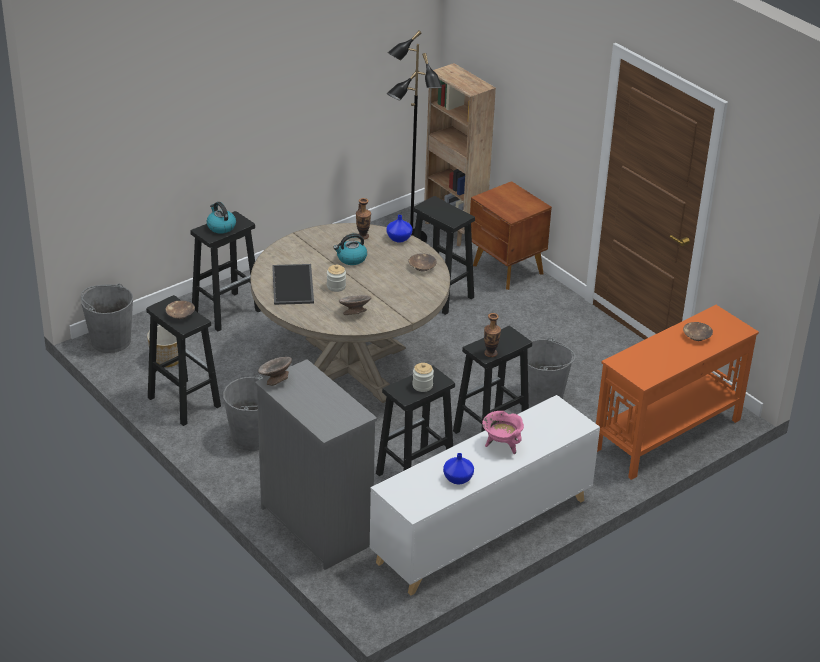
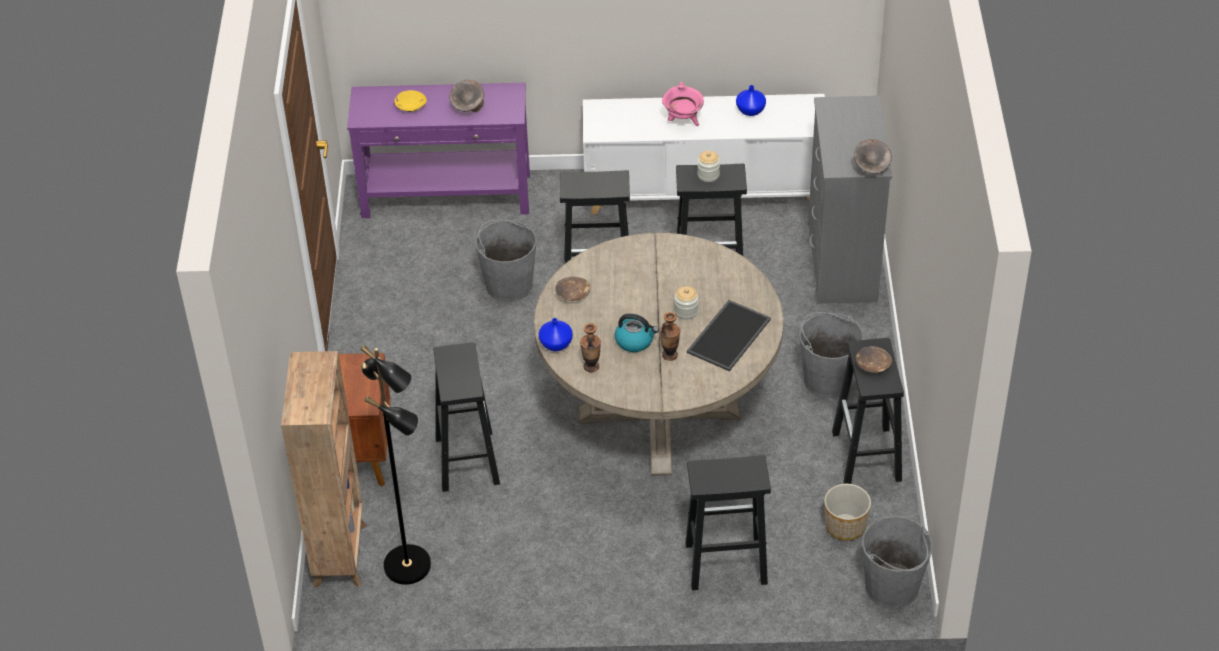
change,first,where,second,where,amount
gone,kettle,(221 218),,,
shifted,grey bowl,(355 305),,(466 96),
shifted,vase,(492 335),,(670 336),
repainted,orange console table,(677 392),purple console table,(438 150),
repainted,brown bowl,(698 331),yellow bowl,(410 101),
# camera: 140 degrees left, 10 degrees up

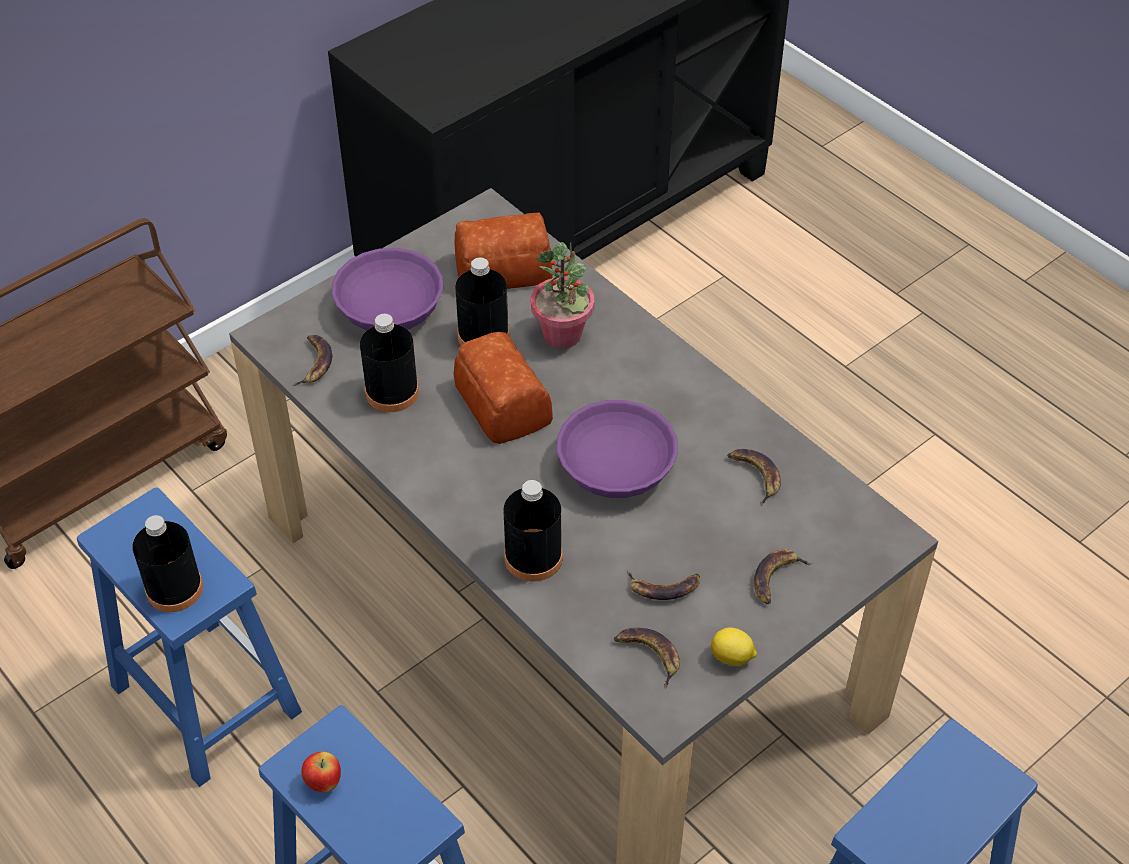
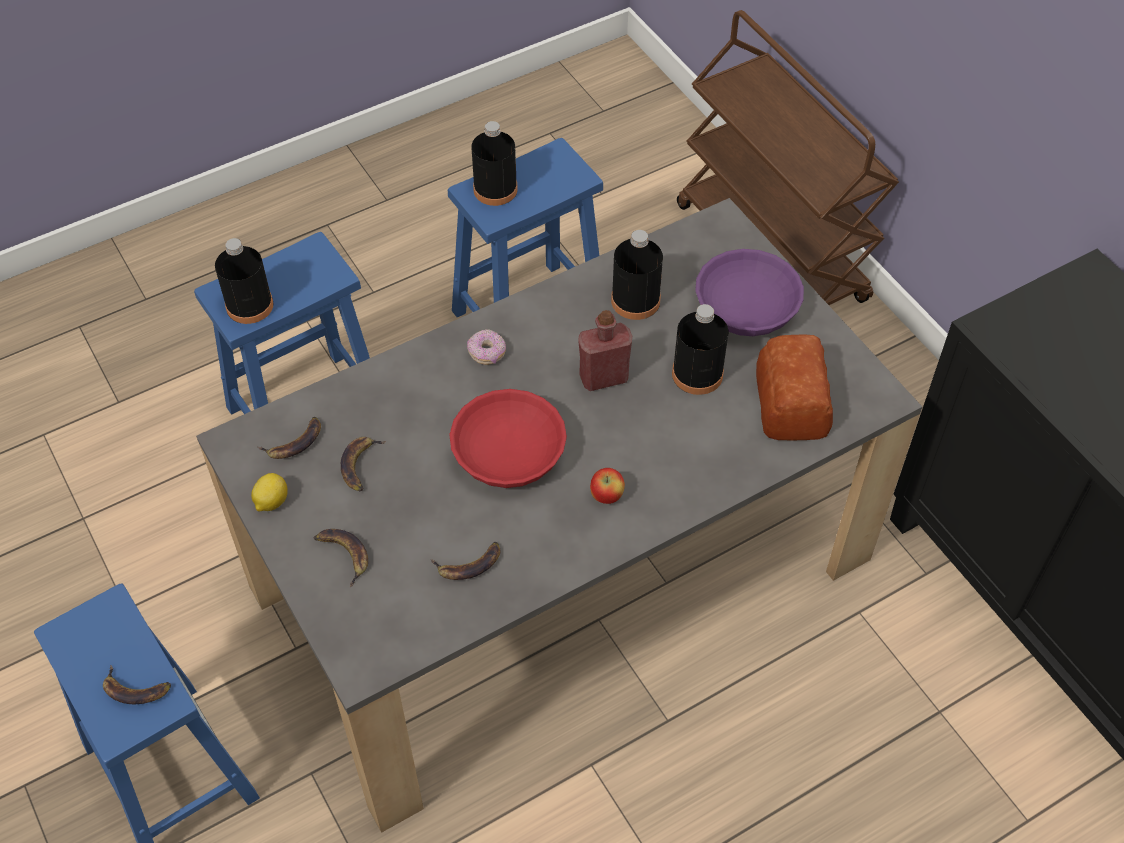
change,first,where,second,where,amount
shifted,banana,(312 360),,(137 684),
shifted,apple,(321 771),,(607 486),
swapped,bread,(503 388),red bottle,(605 350),
shifted,black bottle,(533 530),,(244 281),
gone,potted plant,(562 295),,,
repainted,purple bowl,(617 449),red bowl,(508 438),
new,,,donut,(486 347),
# camera: 100 degrees right, 5 degrees up

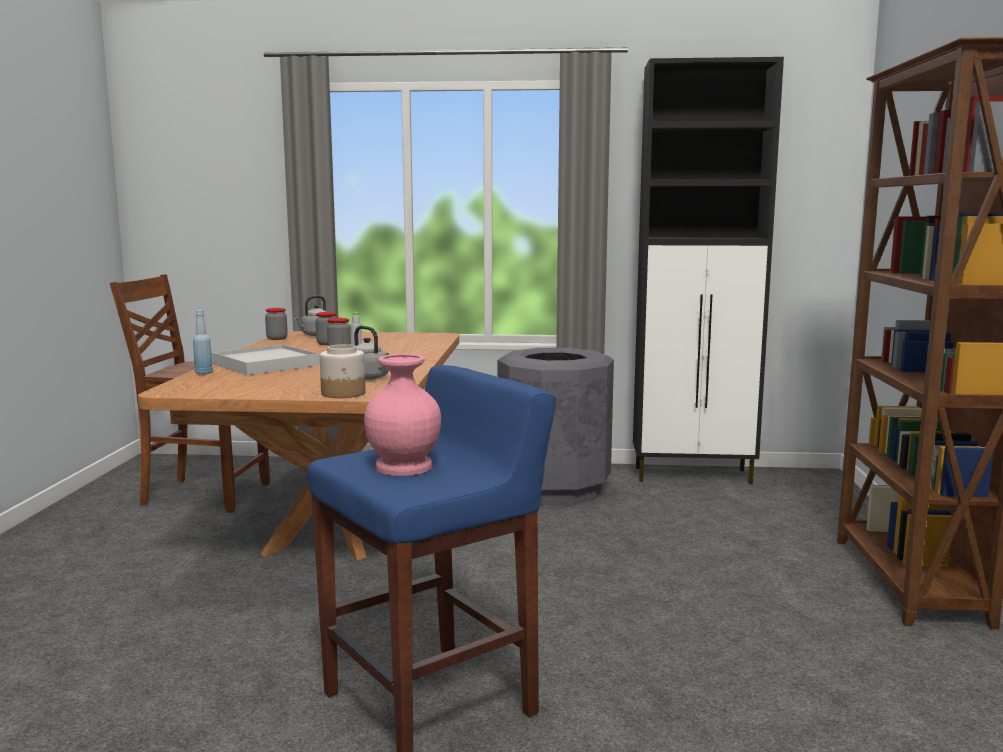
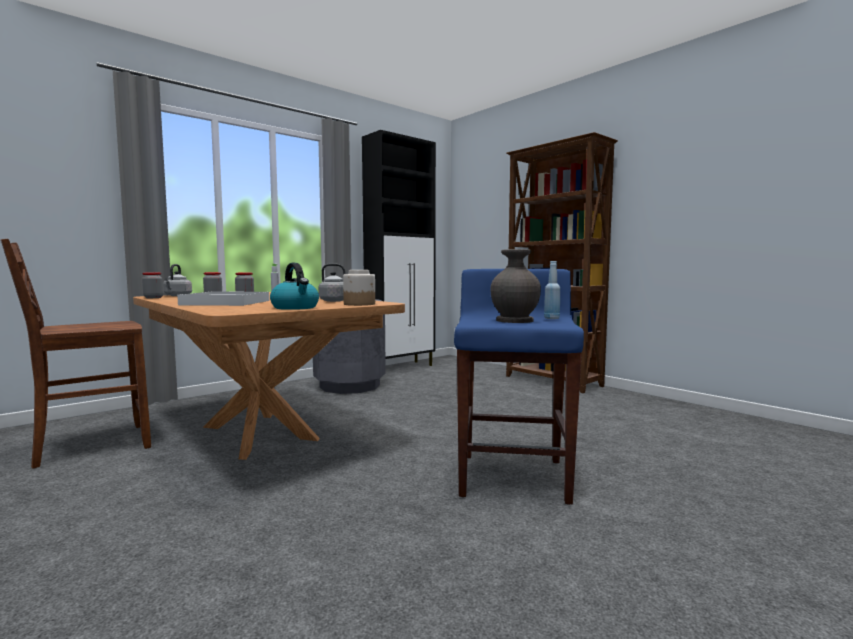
change,first,where,second,where,amount
shifted,blue bottle,(203 342),,(552 290),
repainted,pink vase,(402 415),grey vase,(515 286),
new,,,kettle,(294 286),
# camera: 45 degrees left, 5 degrees down

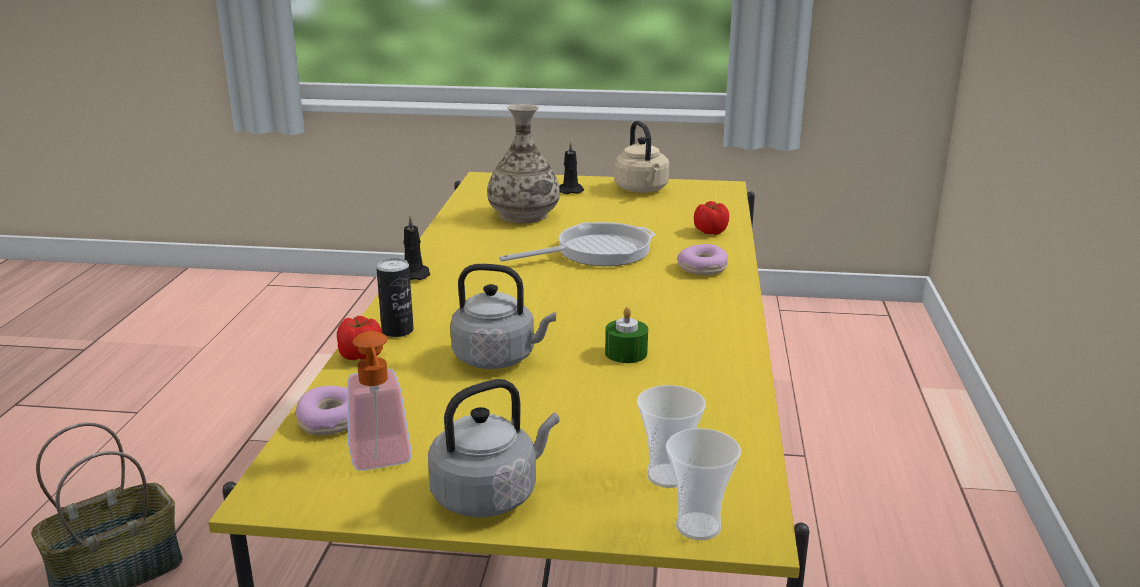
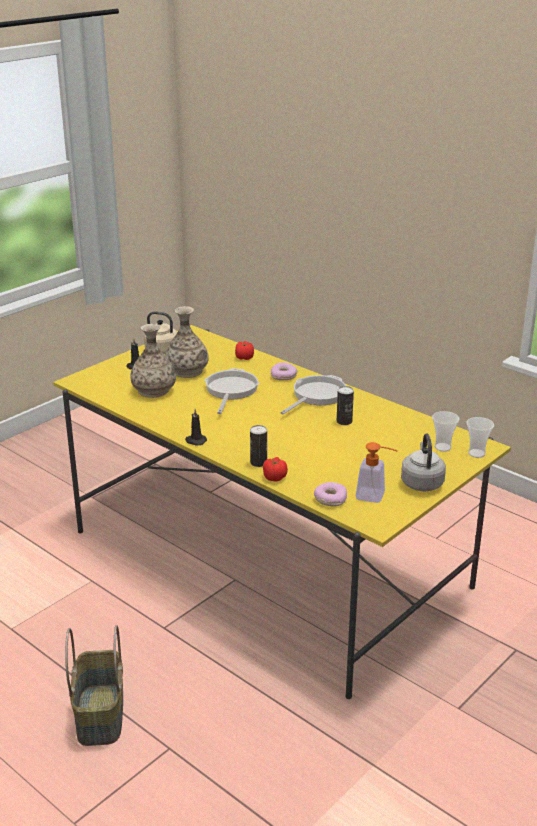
change,first,where,second,where,amount
gone,grey kettle,(503 316),,,
swapped,green candle,(626 335),can,(345 405),
new,,,vase,(187 342),
new,,,frying pan,(313 395),
# camera: 55 degrees left, 5 degrees up

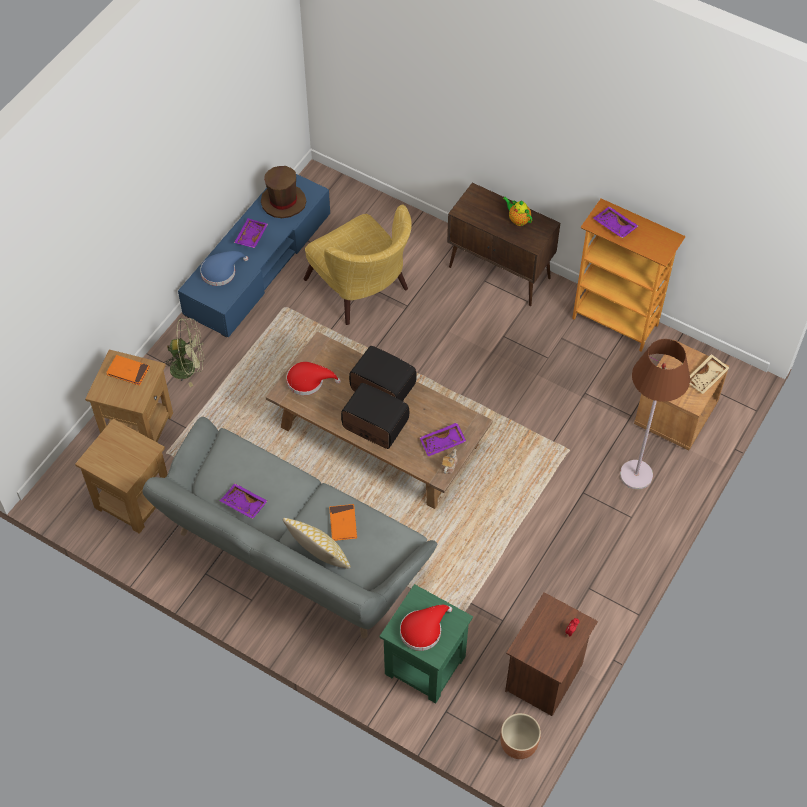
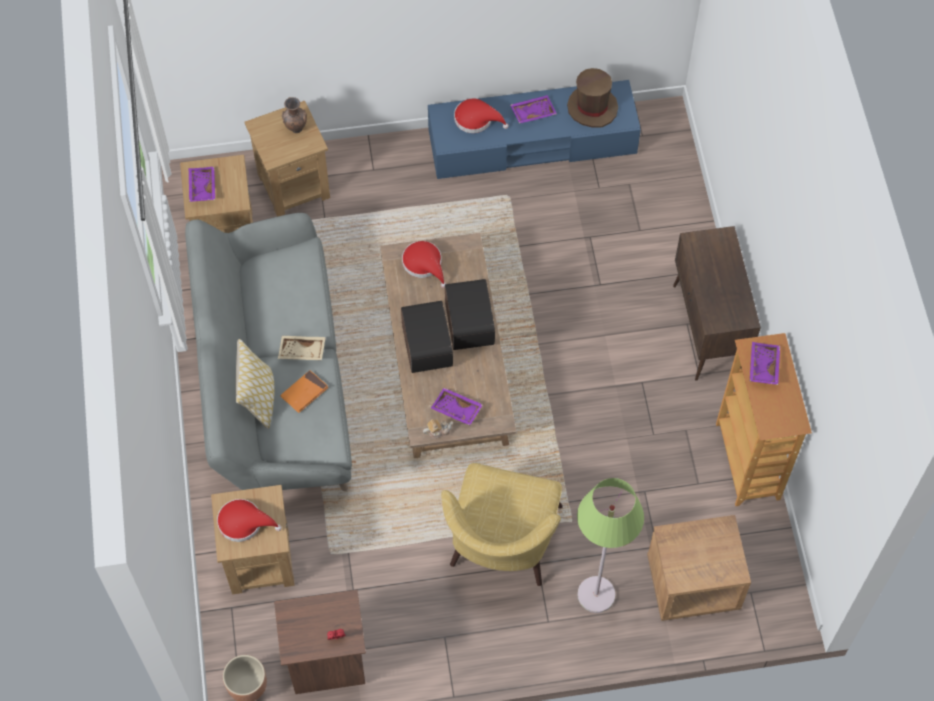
change,first,where,second,where,amount
swapped,orange book,(128 370),brown vase,(294 115),
gone,green fan,(184 352),,,
repainted,blue hat,(224 268),red hat,(481 115),
shifted,purple tray,(244 501),,(202 184),
shifted,yellow armchair,(358 264),,(502 524),
repainted,green side table,(426 643),brown side table,(253 539),
gone,teapot,(517 211),,,
repainted,brown floor lamp,(655 414),green floor lamp,(610 545),
shifted,beige tray,(709 374),,(302 348),
# camera: 50 degrees right, 5 degrees up

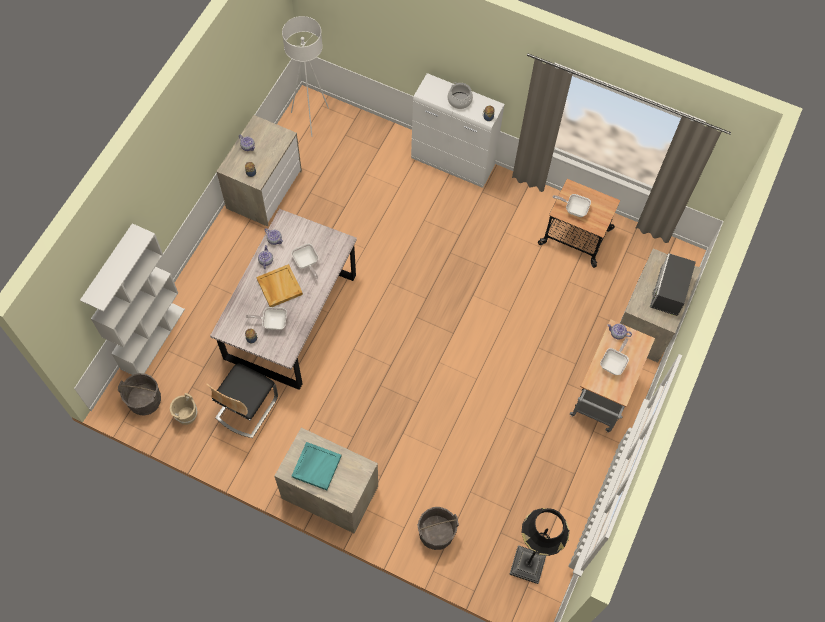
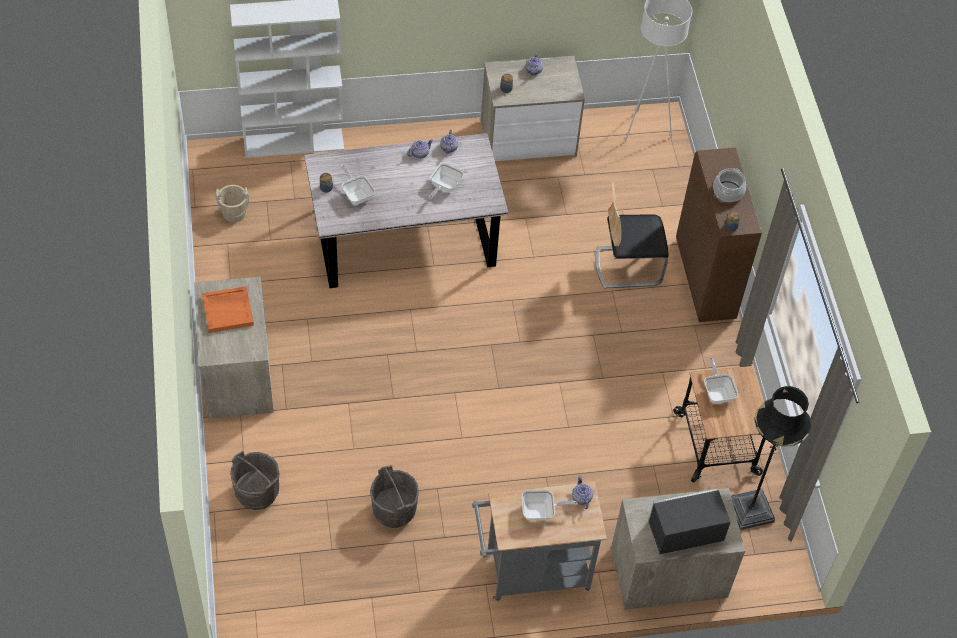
change,first,where,second,where,amount
shifted,grey bucket,(139 394),,(394 496),
shifted,chair,(242 400),,(631 235),
gone,beige tray,(279 285),,,
repainted,turquoise tray,(316 466),orange tray,(228 309),
repainted,white cabinet,(458 130),brown cabinet,(719 235),
shifted,black floor lamp,(539 546),,(771 458),
# camera: 55 degrees right, 10 degrees down

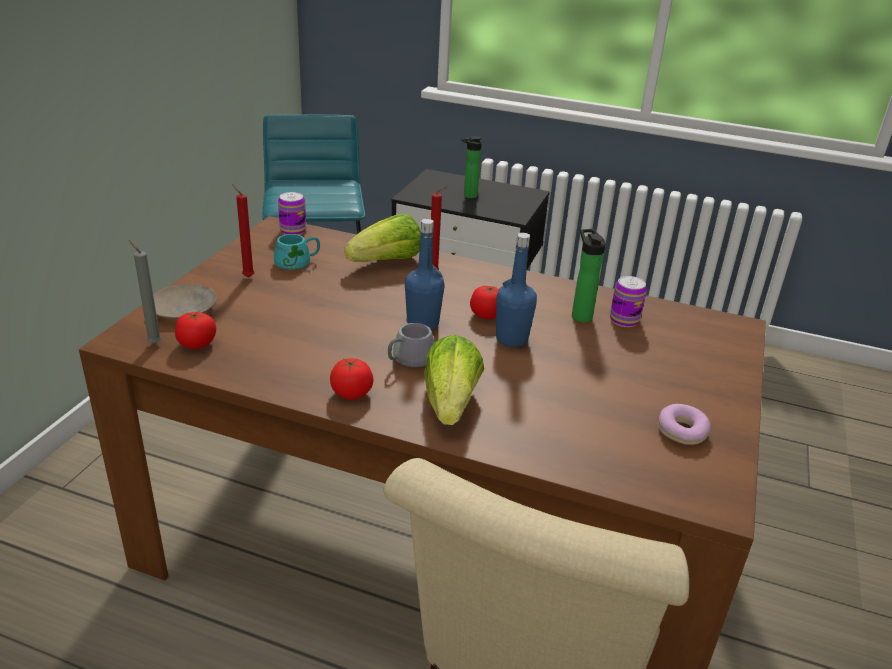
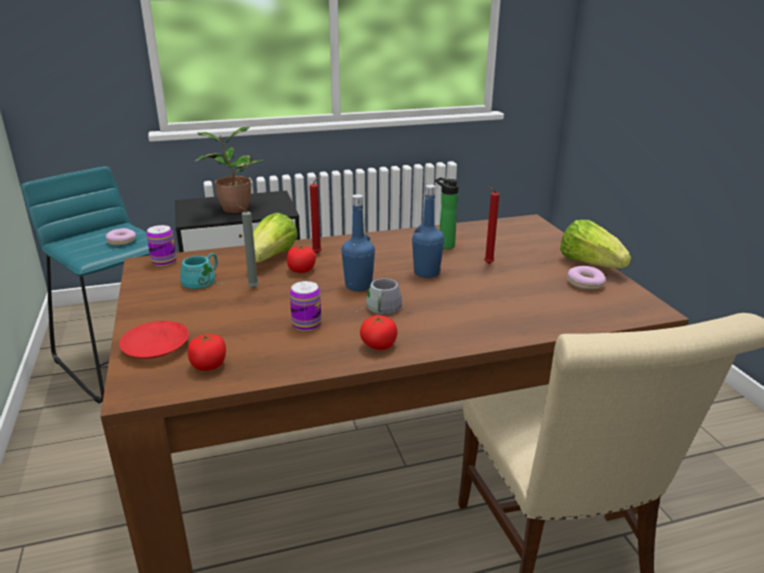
change,first,where,second,where,amount
shifted,grey candle,(145 292),,(247 246),
repainted,beige plate,(185 301),red plate,(154 340),
shifted,red candle,(243 230),,(491 225),
shifted,lettuce,(454 380),,(595 244),
swapped,bottle,(471 167),potted plant,(229 170),
shifted,tomato,(484 302),,(301 259),
shifted,can,(628 301),,(306 306),
new,,,donut,(121 237),
# camera: 35 degrees left, 5 degrees down

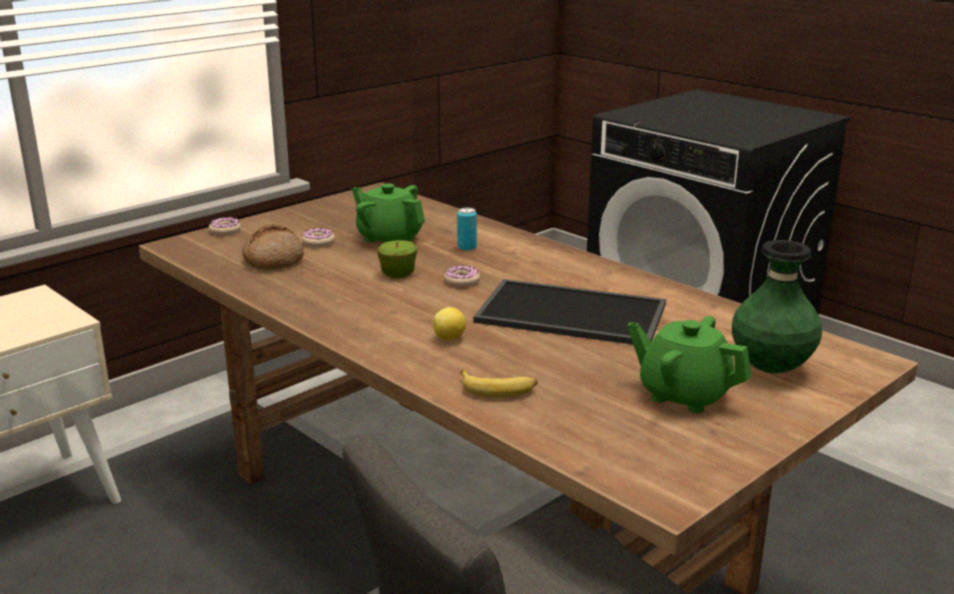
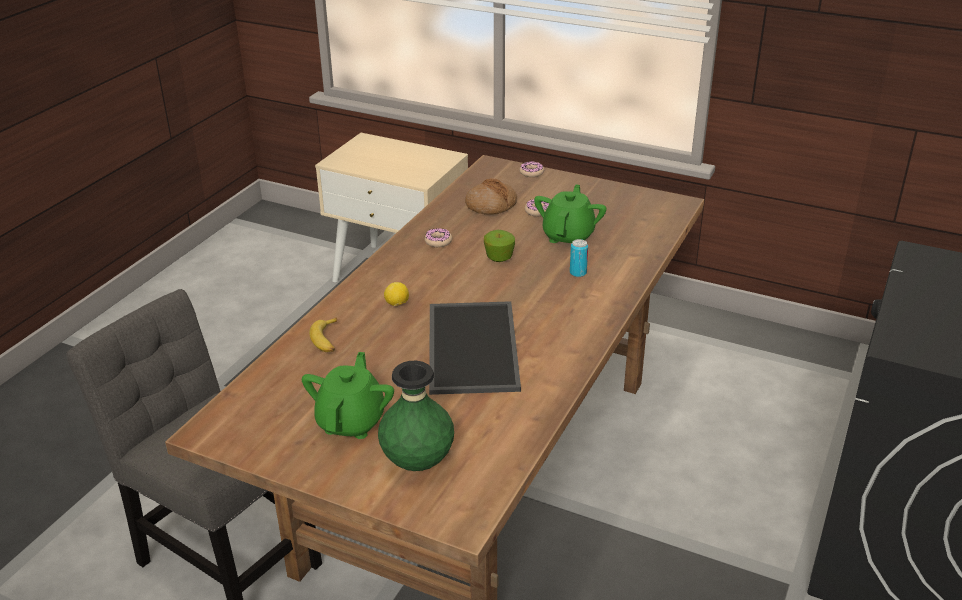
change,first,where,second,where,amount
shifted,donut,(462 276),,(438 237),
# camera: 70 degrees right, 10 degrees up

